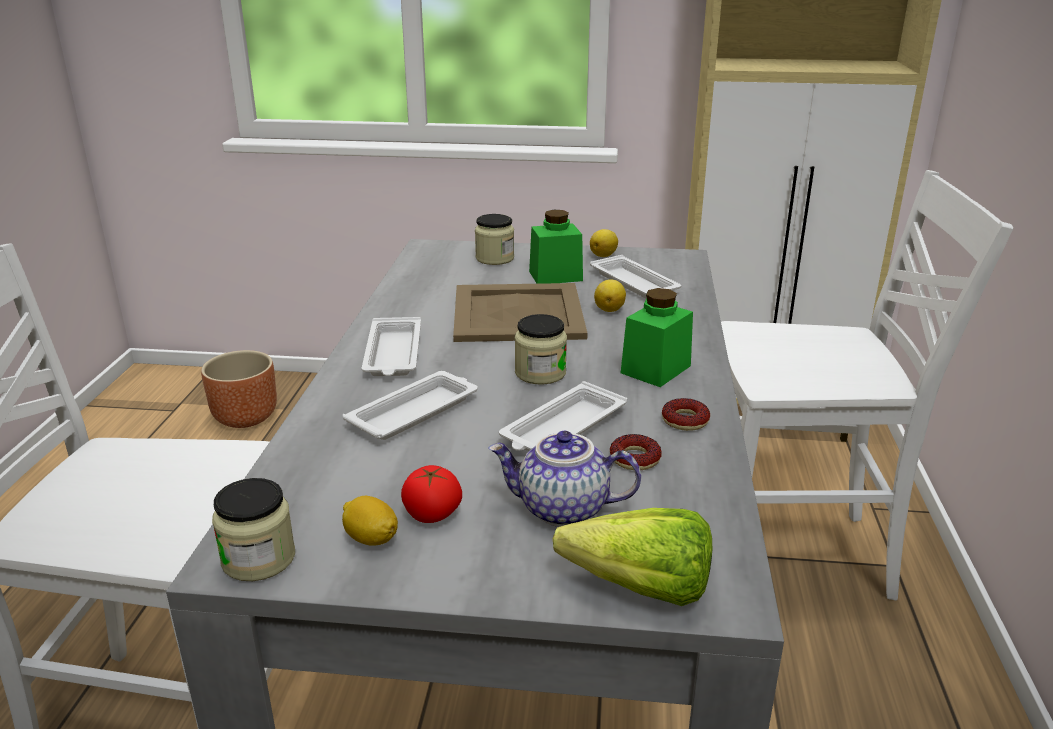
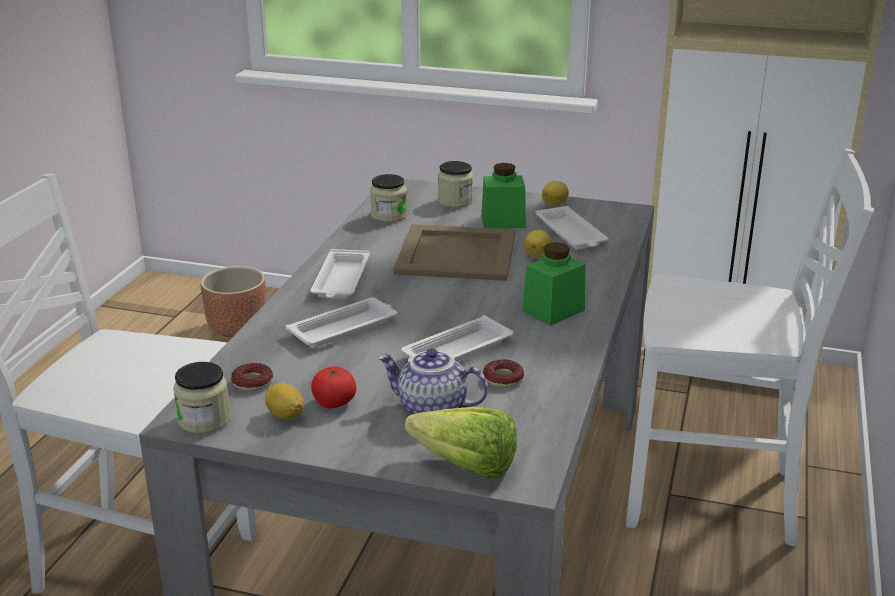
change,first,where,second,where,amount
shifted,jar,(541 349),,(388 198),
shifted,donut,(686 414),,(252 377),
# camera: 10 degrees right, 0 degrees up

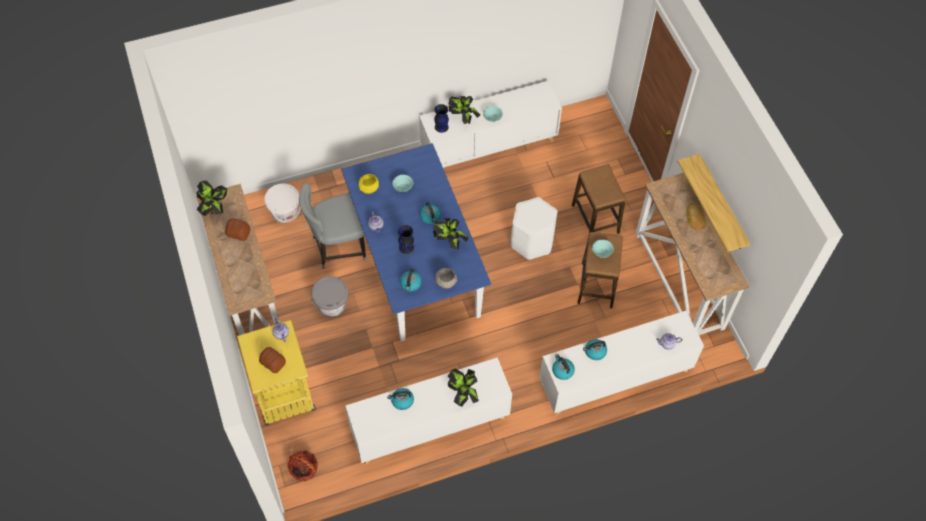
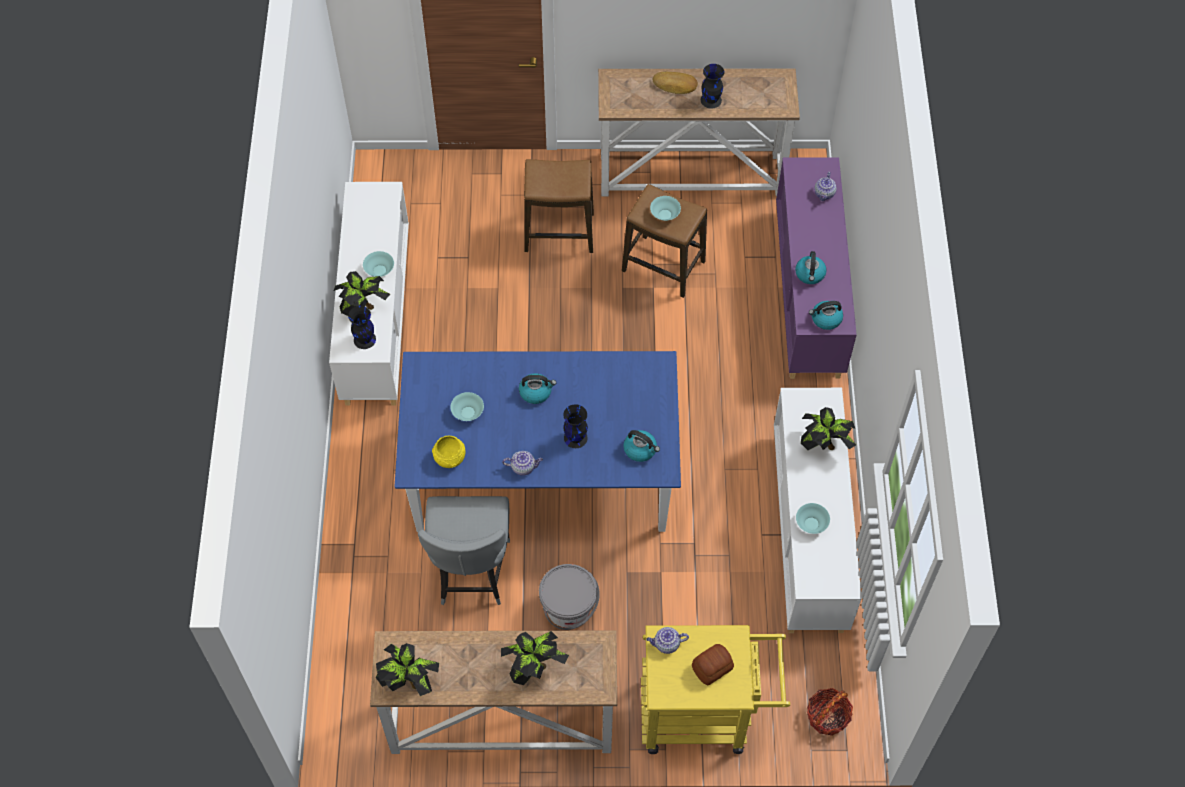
change,first,where,second,where,amount
gone,bread,(237 229),,,
gone,white bucket,(282 203),,,
swapped,kettle,(400 399),turquoise bowl,(813 518),
shifted,potted plant,(451 233),,(535 658),
gone,grey bowl,(446 278),,,
gone,white stool,(534 228),,,
repainted,white cabinet,(621 363),purple cabinet,(816 268),
gone,shelf,(713 203),,,
new,,,black vase,(713 86),
# camera: 70 degrees left, 0 degrees up

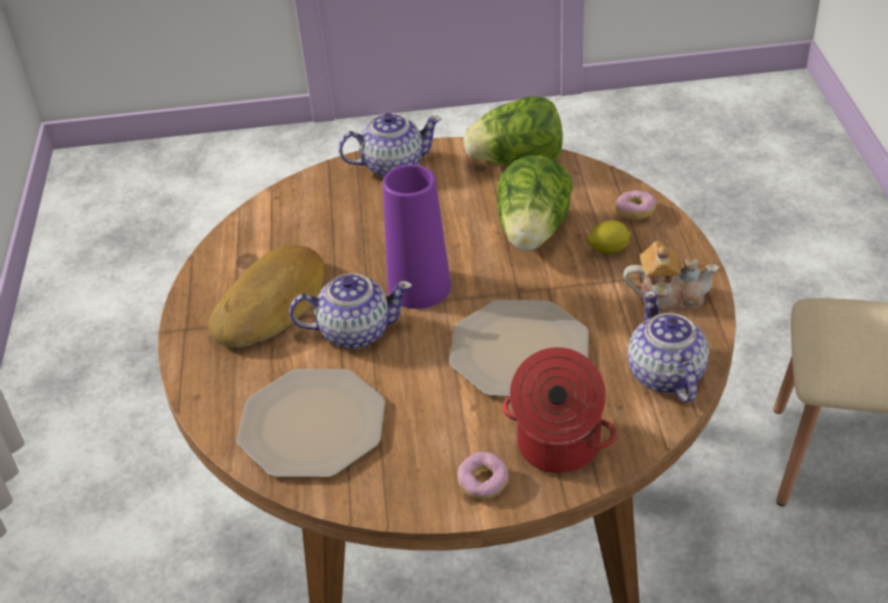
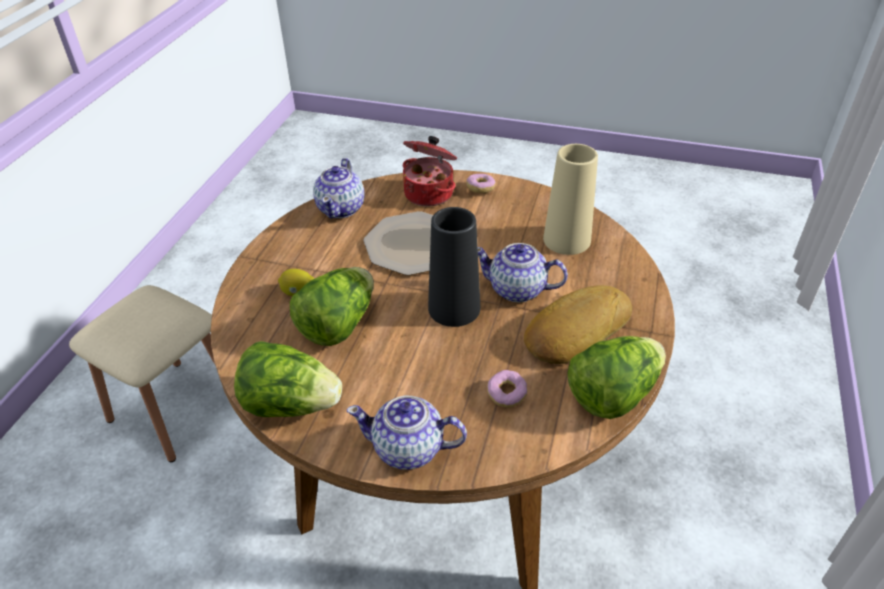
change,first,where,second,where,amount
swapped,plate,(310 423),beige vase,(570 199),
repainted,purple vase,(417 237),black vase,(454 267),
shifted,donut,(636 205),,(507 389),
gone,teapot,(671 275),,,
new,,,lettuce,(617 377),
# camera: 160 degrees left, 0 degrees up

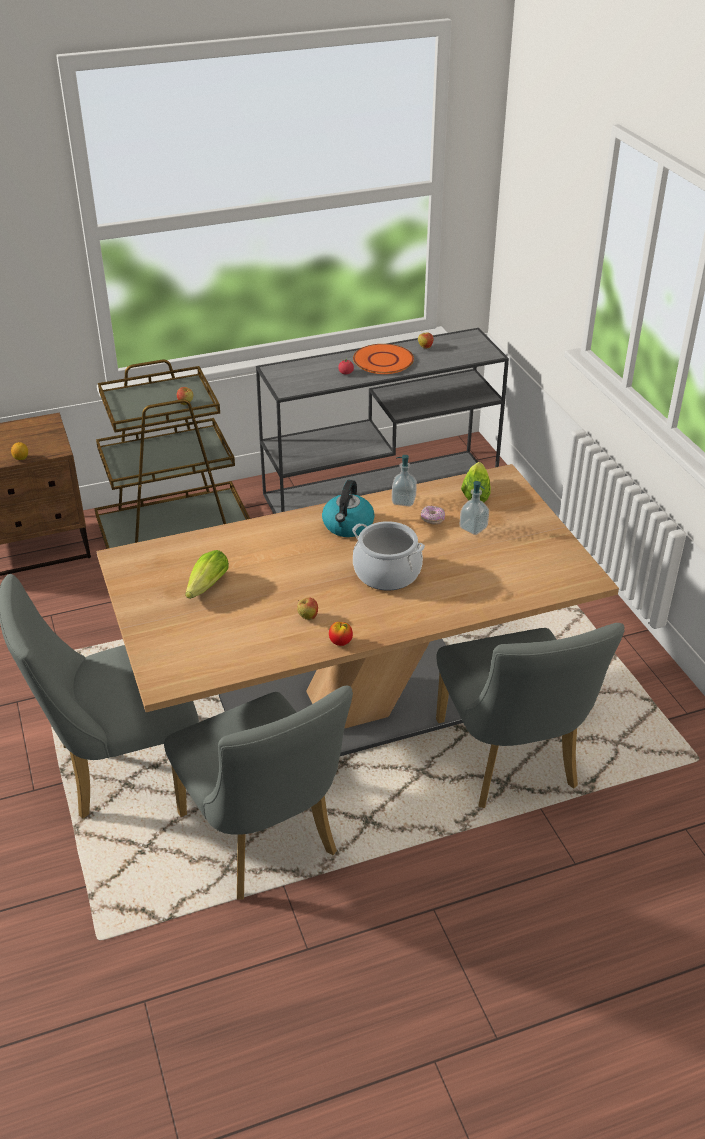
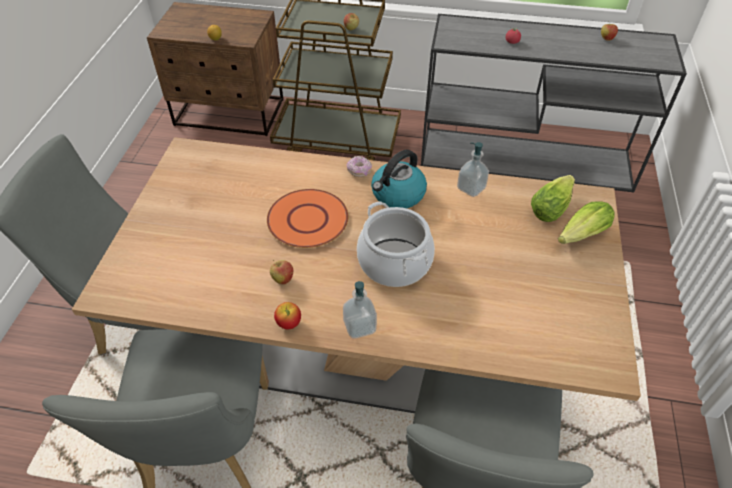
change,first,where,second,where,amount
shifted,lettuce,(207 574),,(586 222),
shifted,orange plate,(383 359),,(307 218),
shifted,donut,(433 515),,(359 166),
shifted,soap dispenser,(474 508),,(360 310),
# camera: 30 degrees right, 10 degrees up

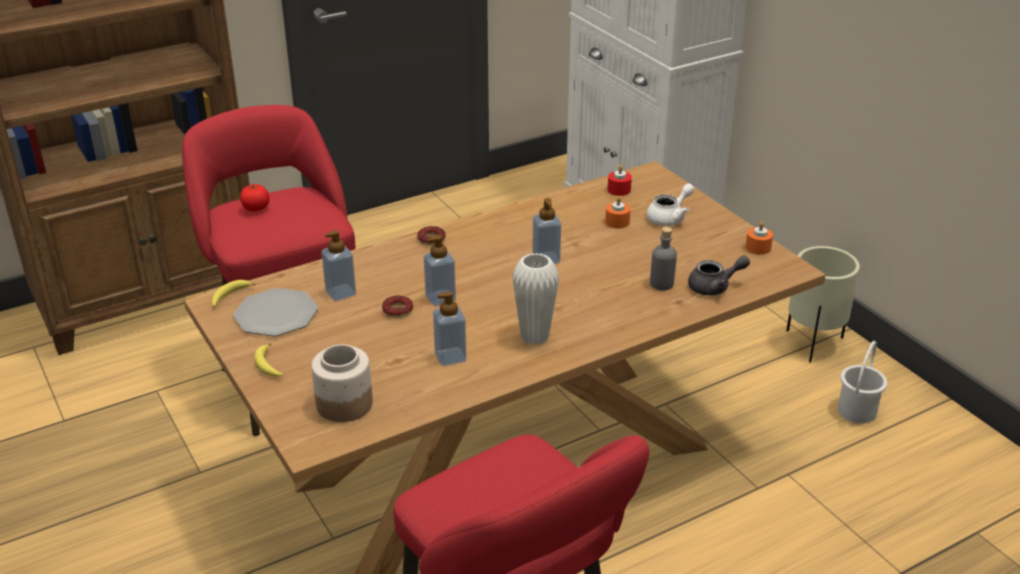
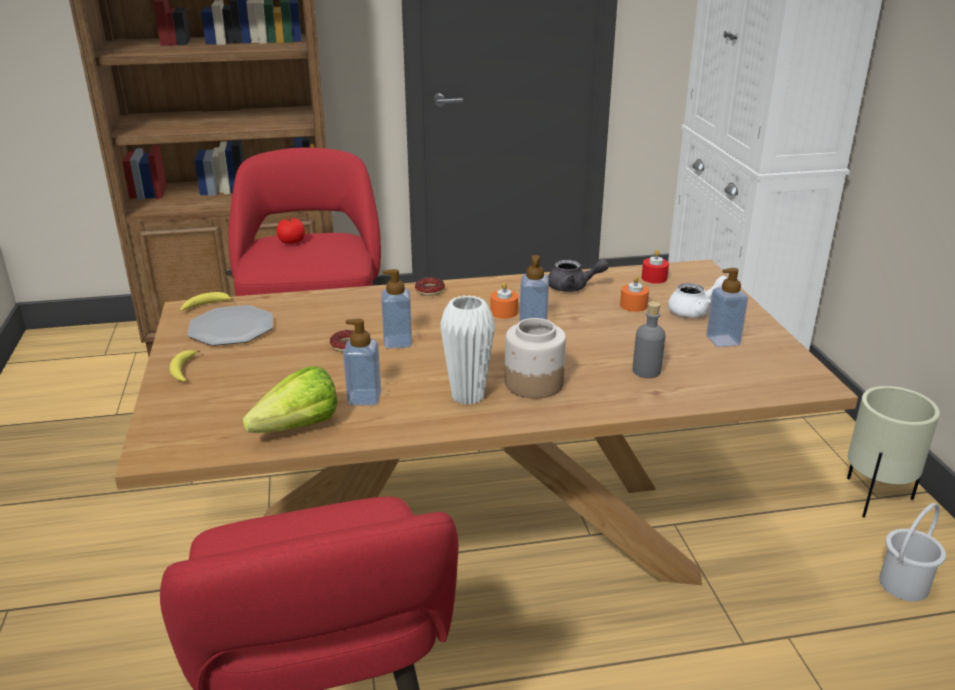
change,first,where,second,where,amount
shifted,jar,(342 383),,(535 358),
shifted,soap dispenser,(338 265),,(727 307),
shifted,grey teapot,(719 275),,(578 275),
shifted,orange candle,(759 238),,(504 300),
new,,,lettuce,(290 399),
# camera: 20 degrees right, 5 degrees down

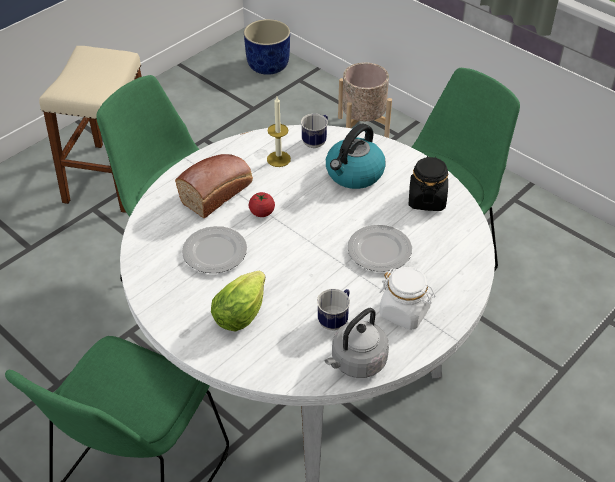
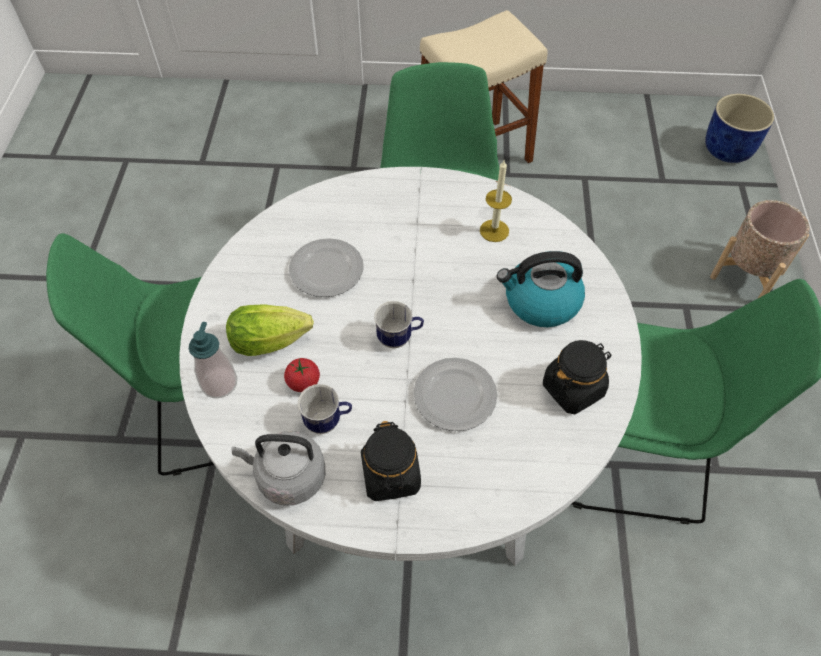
change,first,where,second,where,amount
gone,bread,(214 186),,,
shifted,tomato,(262 204),,(302 375),
shifted,mug,(314 131),,(399 324),
repainted,white jar,(407 298),black jar,(391 461),
new,,,soap dispenser,(213 360),
# camera: 50 degrees right, 10 degrees up

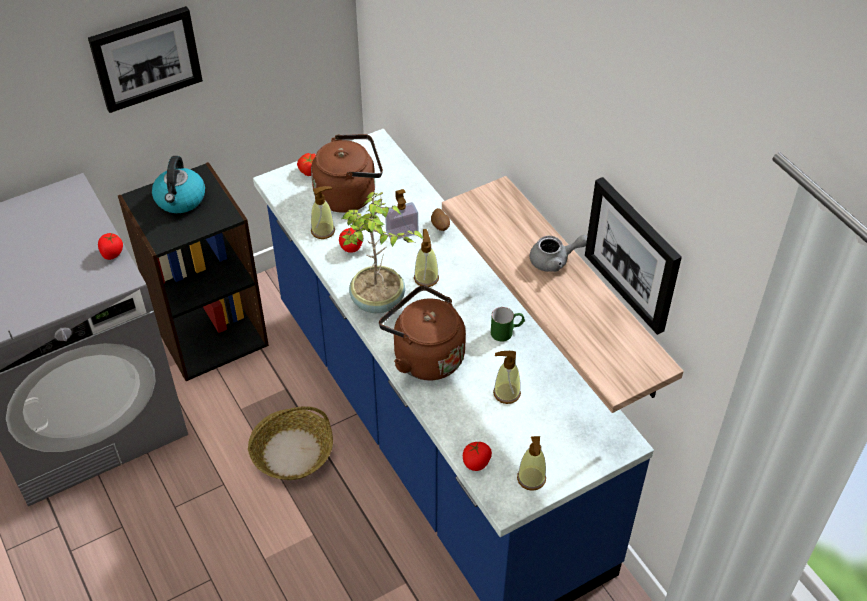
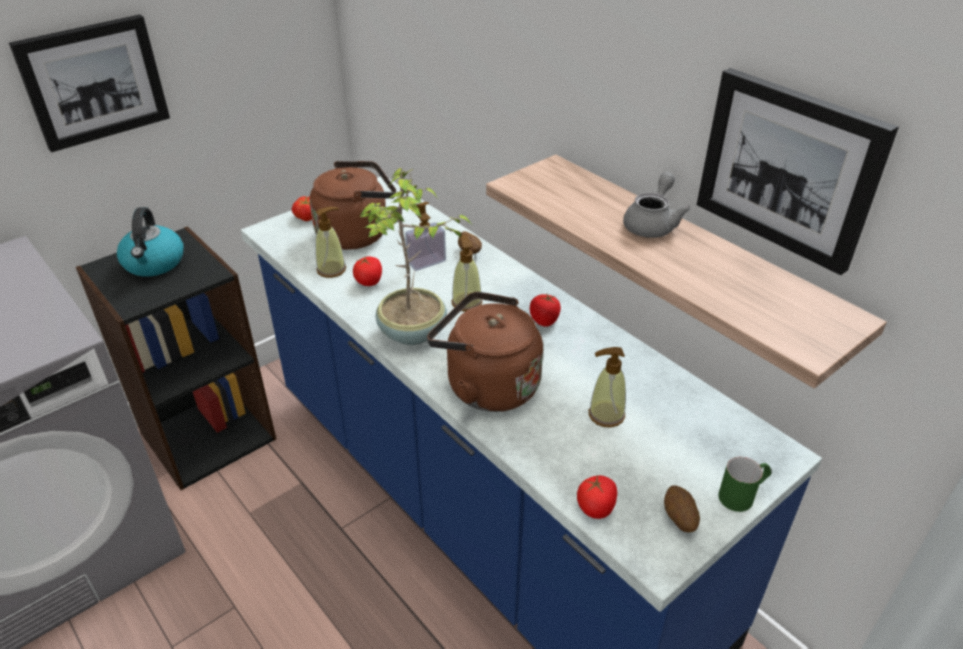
change,first,where,second,where,amount
shifted,tomato,(110 246),,(545 310),
gone,basket,(290 443),,,
shifted,green mug,(508 324),,(744 484),
swapped,soap dispenser,(531 463),potato,(682 509),
rotated,grey teapot,(558 253),,(657 205),45 degrees counterclockwise
# camera: 10 degrees left, 10 degrees down

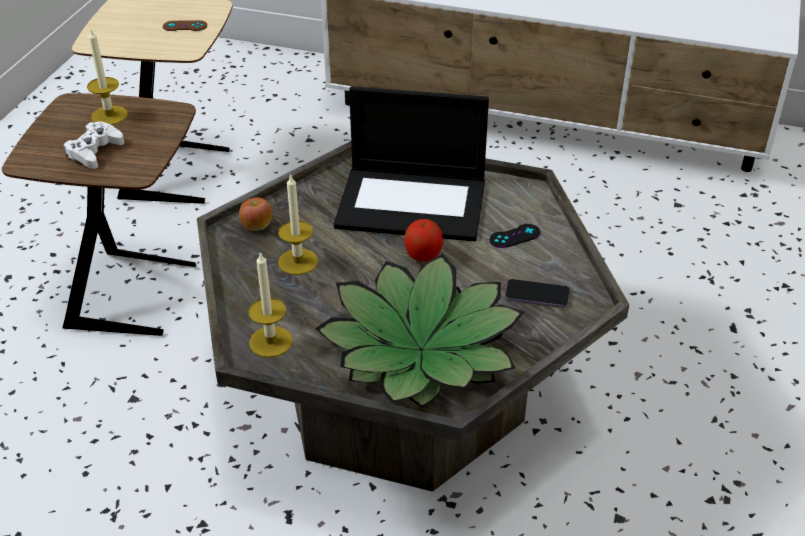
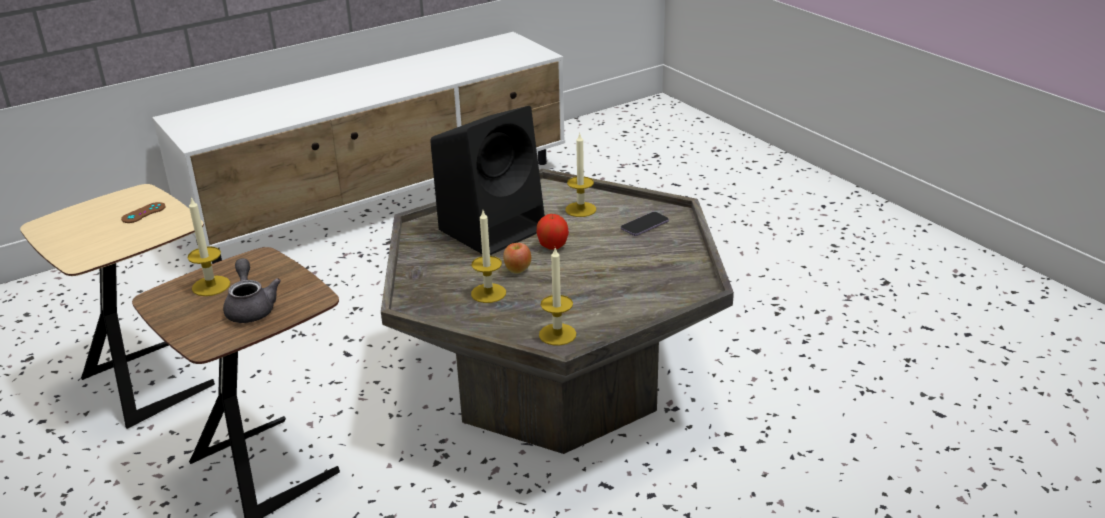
change,first,where,second,where,amount
swapped,white game controller,(93 145),grey teapot,(252 290),
shifted,apple,(255 214),,(517 258),
gone,potted plant,(419 330),,,
swapped,laptop,(411 163),black speaker,(487 180),
swapped,black game controller,(515 236),candle,(580 175),
# camera: 50 degrees left, 10 degrees down

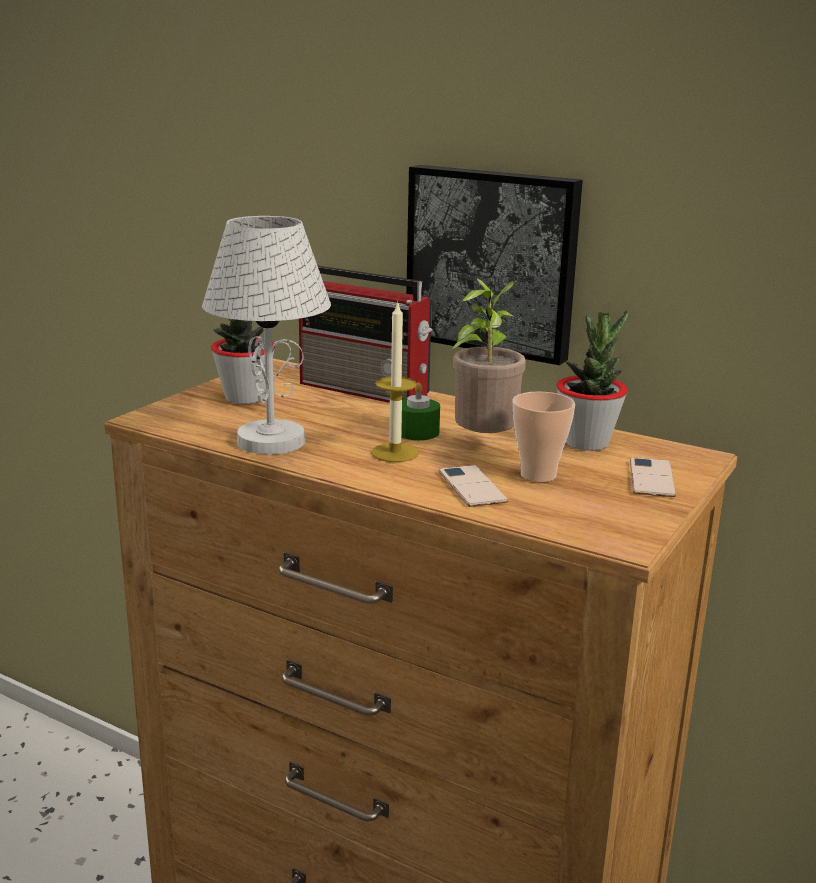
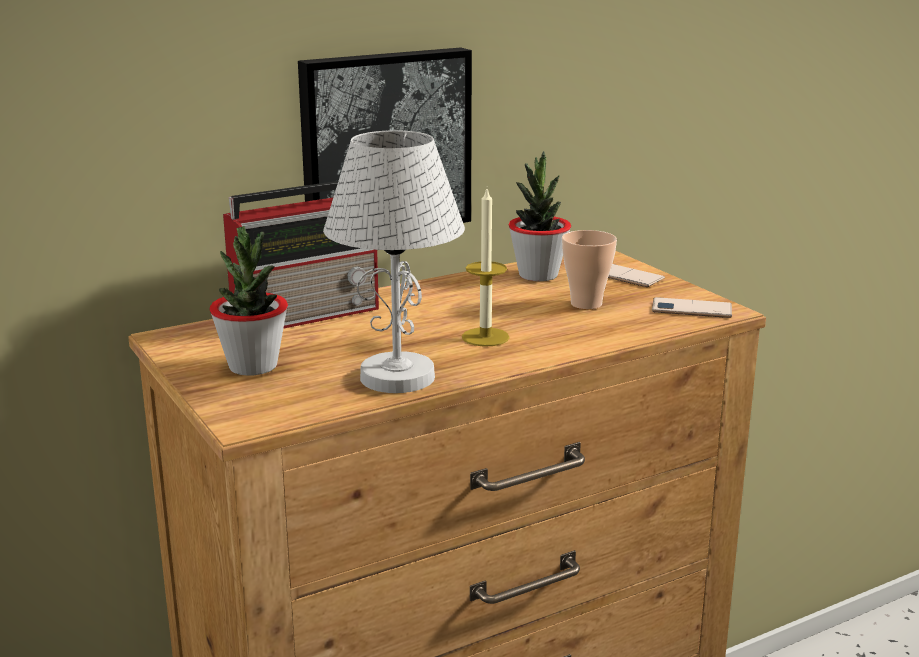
change,first,where,second,where,amount
gone,green candle,(420 411),,,
shifted,phone,(473 486),,(692 307),
gone,potted plant,(488 356),,,
# camera: 60 degrees left, 0 degrees up

